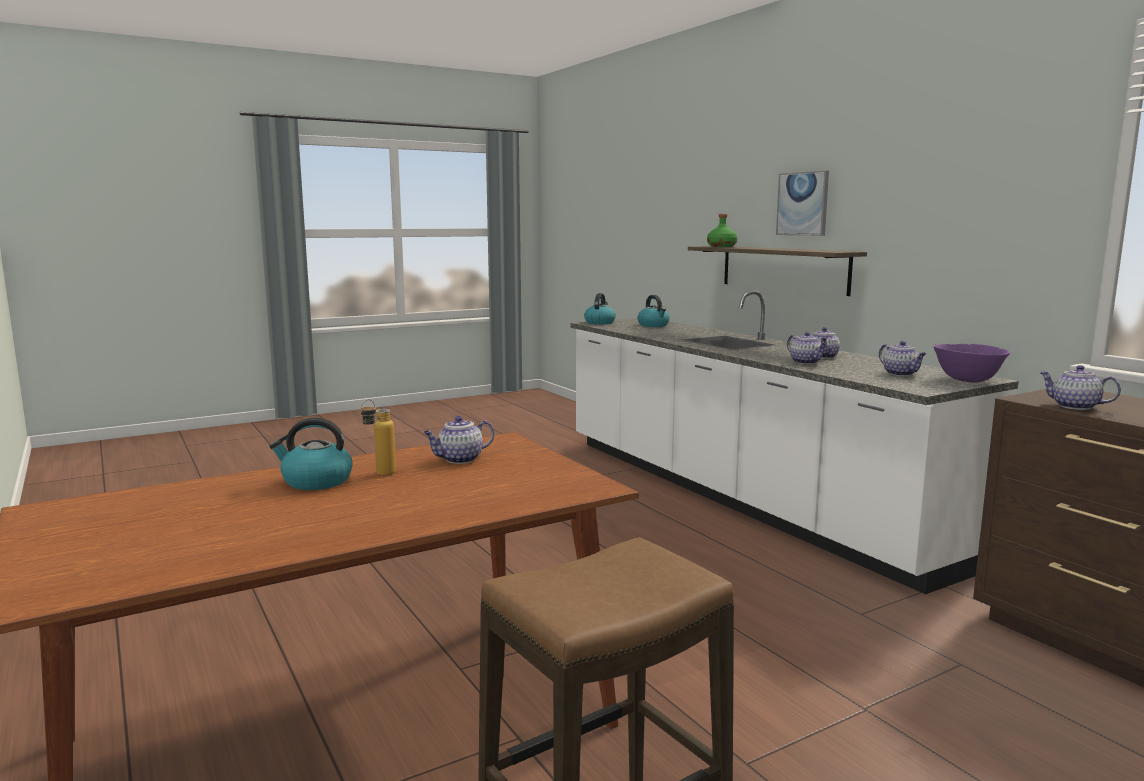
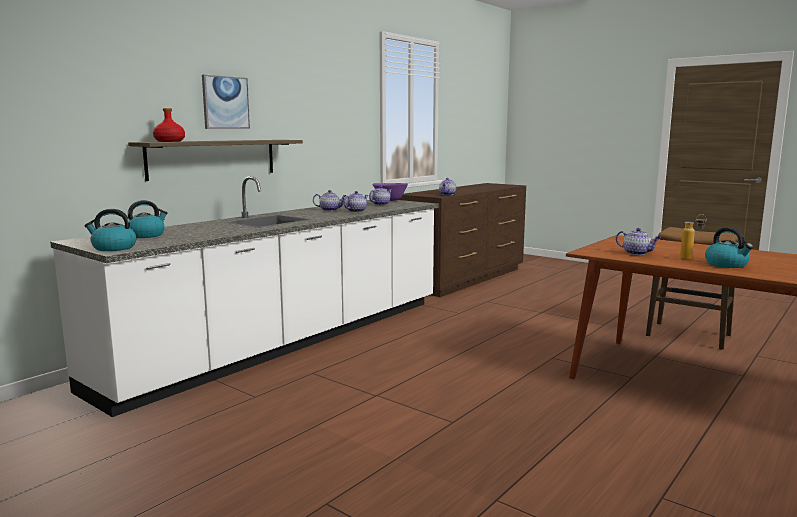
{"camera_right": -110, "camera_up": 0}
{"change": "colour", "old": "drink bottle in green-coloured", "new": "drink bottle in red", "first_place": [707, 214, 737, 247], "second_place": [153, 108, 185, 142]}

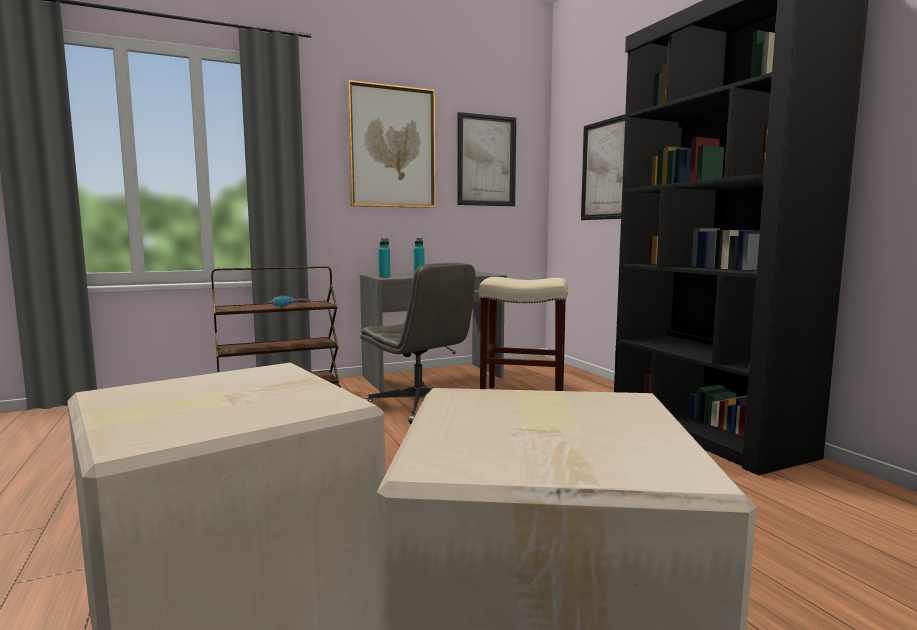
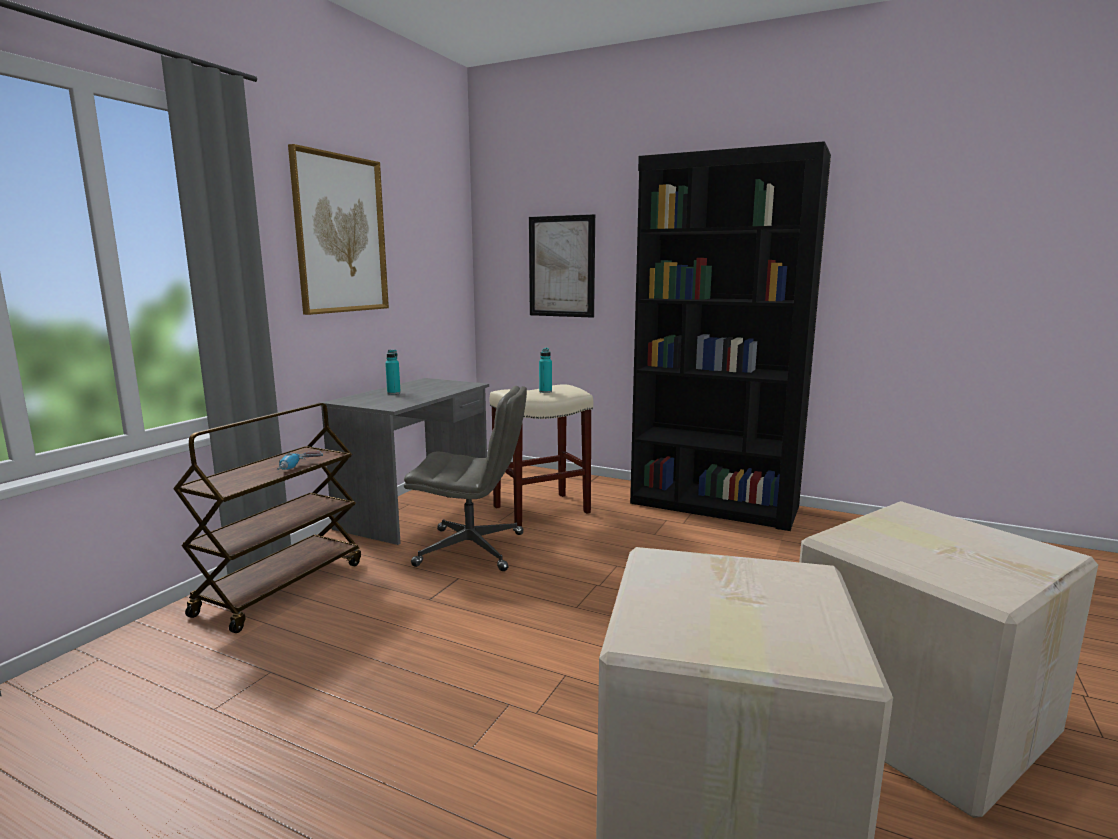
{"camera_right": -40, "camera_up": 5}
{"change": "missing", "old": "wall picture", "first_place": [457, 112, 516, 206]}
{"change": "relocated", "old": "drink bottle in blue-green", "first_place": [378, 238, 390, 277], "second_place": [539, 348, 552, 393]}

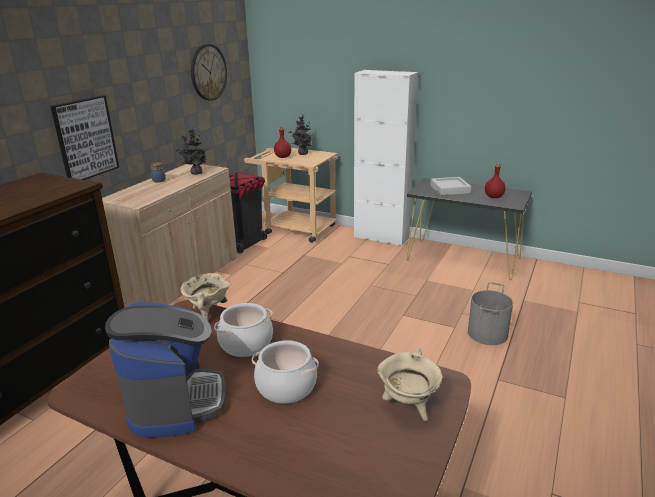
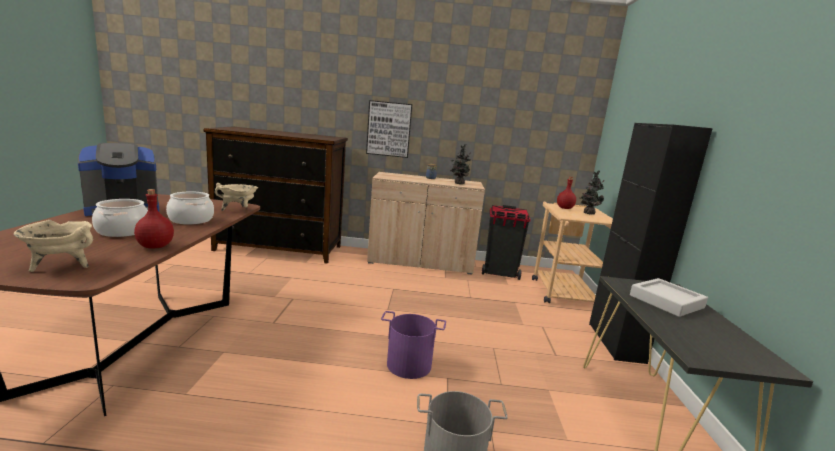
{"camera_right": 65, "camera_up": -10}
{"change": "missing", "old": "clock on the wall", "first_place": [191, 44, 227, 101]}
{"change": "appeared", "new": "water bucket in purplish", "second_place": [381, 311, 446, 379]}
{"change": "relocated", "old": "drink bottle in red", "first_place": [485, 163, 506, 198], "second_place": [134, 189, 174, 248]}
{"change": "colour", "old": "storage cabinet in whitish", "new": "storage cabinet in black", "first_place": [354, 70, 418, 246], "second_place": [589, 123, 713, 364]}

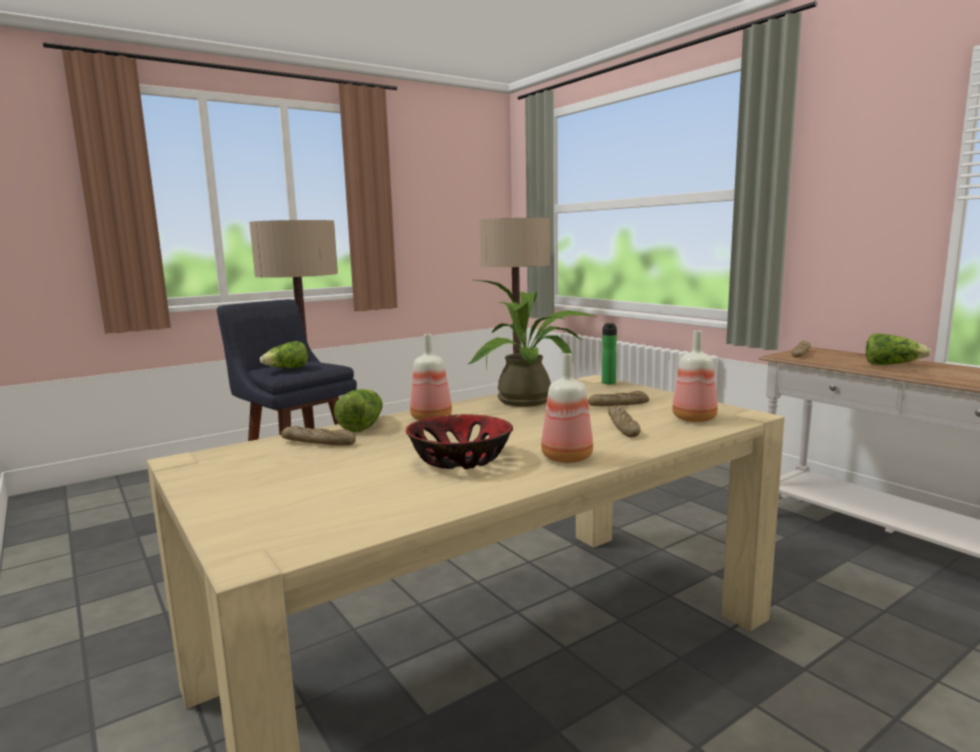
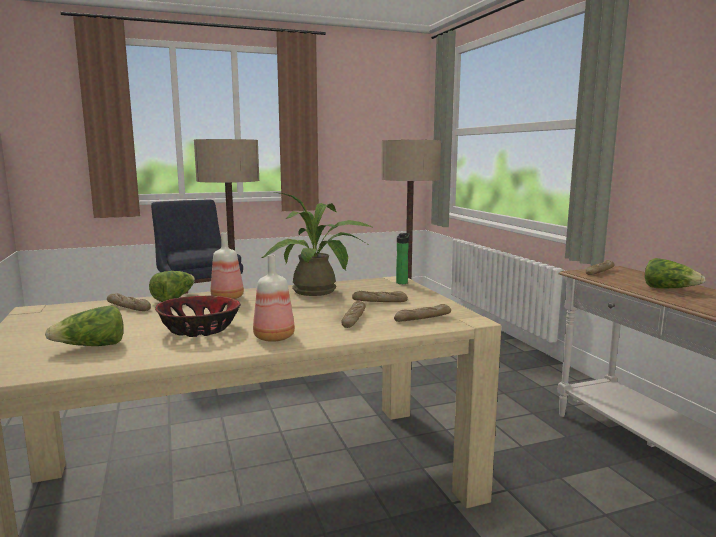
{"camera_right": 15, "camera_up": 0}
{"change": "relocated", "old": "lettuce head", "first_place": [260, 341, 308, 368], "second_place": [45, 306, 123, 346]}
{"change": "exchanged", "old": "drink bottle", "new": "bread", "first_place": [672, 331, 718, 422], "second_place": [394, 304, 451, 322]}

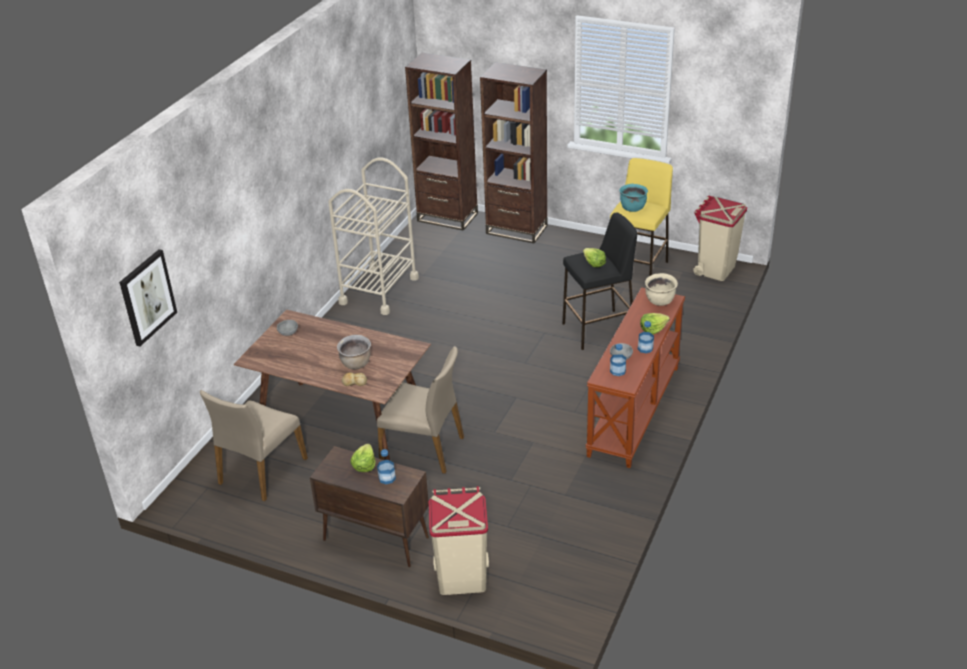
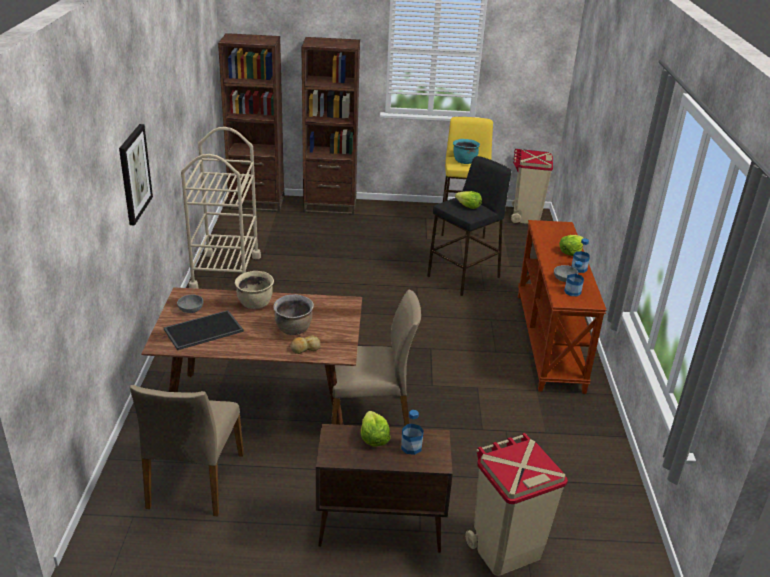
{"camera_right": -25, "camera_up": -5}
{"change": "appeared", "new": "serving tray", "second_place": [164, 310, 244, 350]}
{"change": "relocated", "old": "wall picture", "first_place": [119, 249, 177, 347], "second_place": [119, 124, 153, 225]}
{"change": "relocated", "old": "cooking pot in beige-coloured", "first_place": [645, 273, 678, 306], "second_place": [235, 271, 274, 309]}

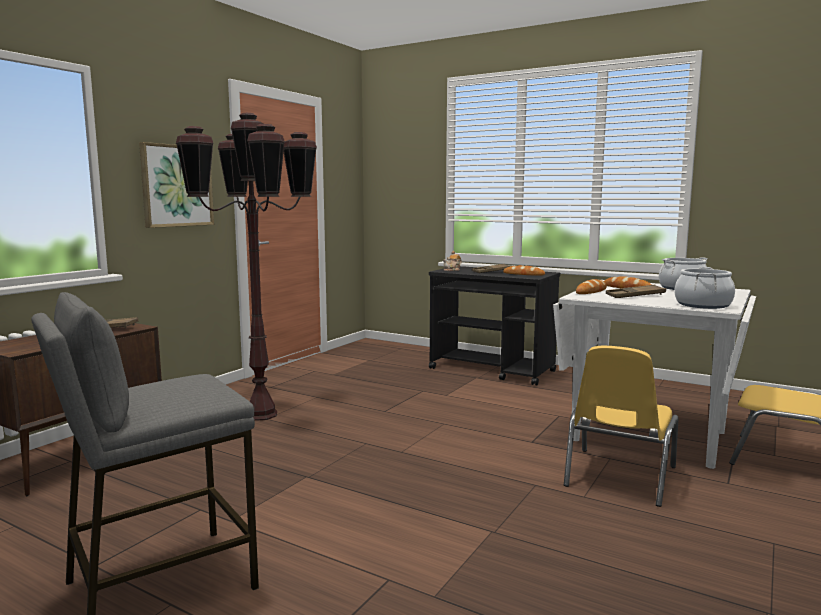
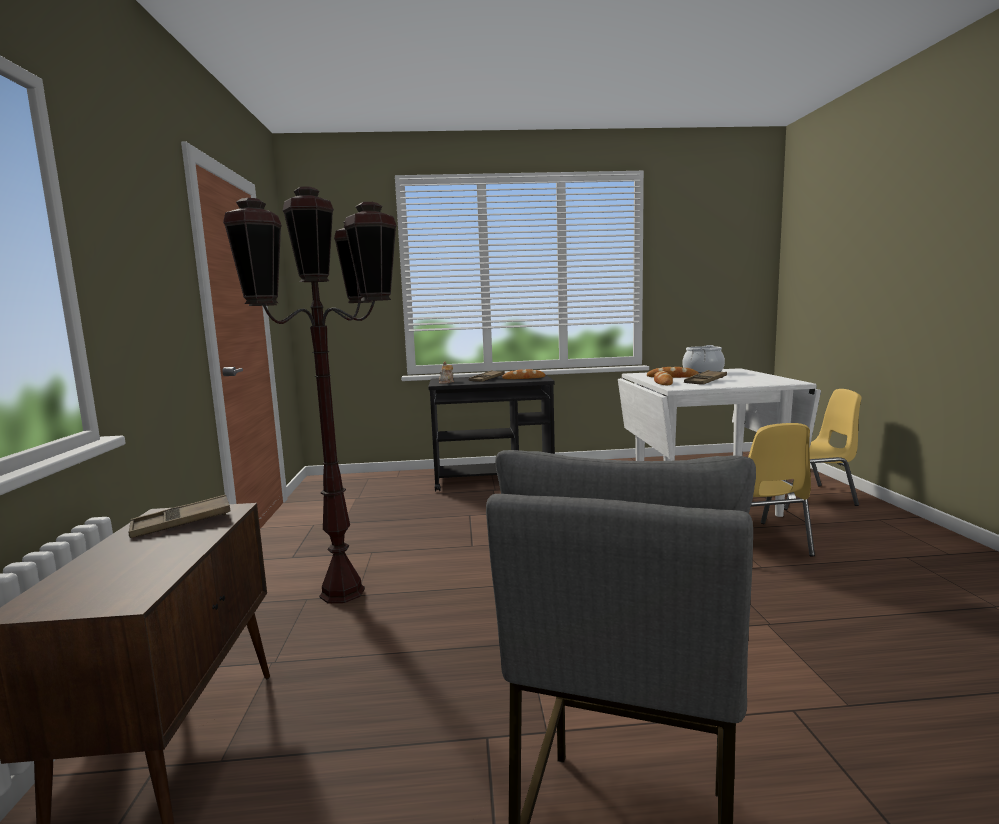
{"camera_right": -35, "camera_up": 0}
{"change": "missing", "old": "wall picture", "first_place": [139, 142, 214, 228]}
{"change": "missing", "old": "cooking pot", "first_place": [674, 267, 735, 309]}

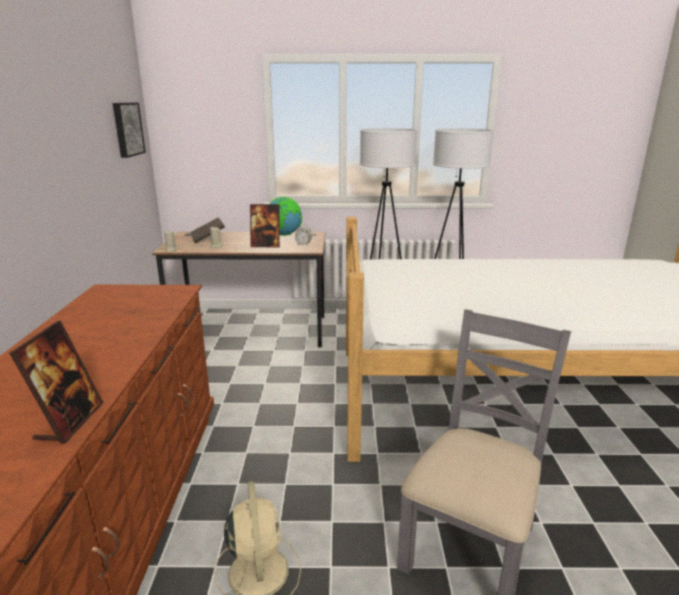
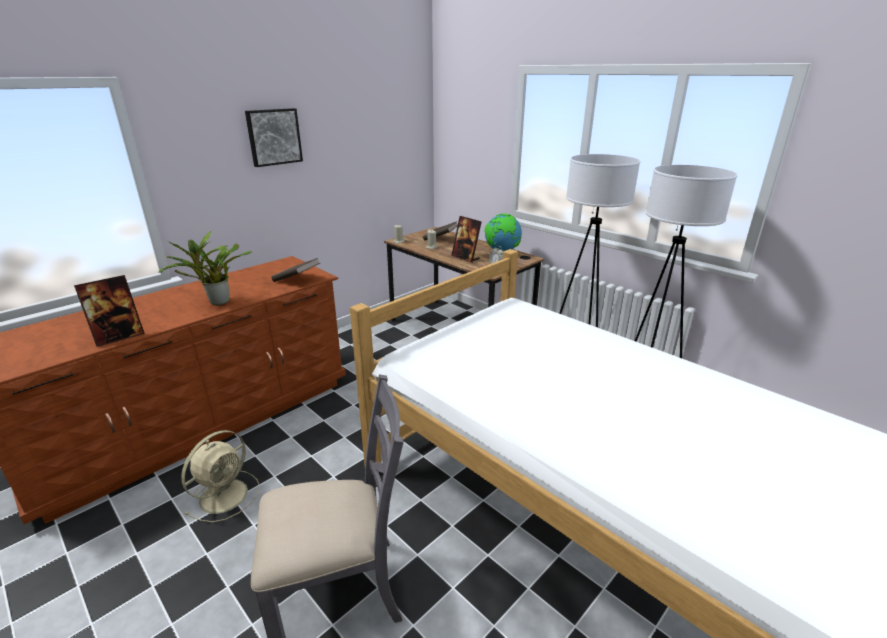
{"camera_right": 45, "camera_up": 5}
{"change": "appeared", "new": "plant in a pot", "second_place": [159, 231, 252, 305]}
{"change": "appeared", "new": "bound book in brownish", "second_place": [271, 258, 320, 282]}
{"change": "relocated", "old": "wall picture", "first_place": [113, 103, 146, 158], "second_place": [245, 108, 303, 167]}

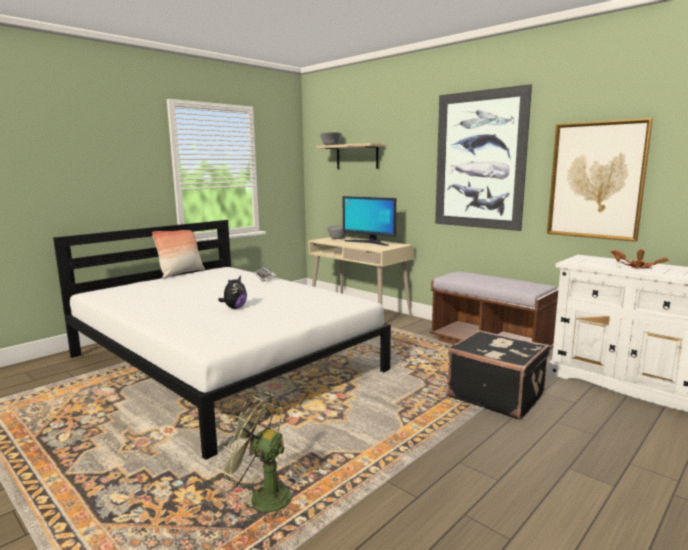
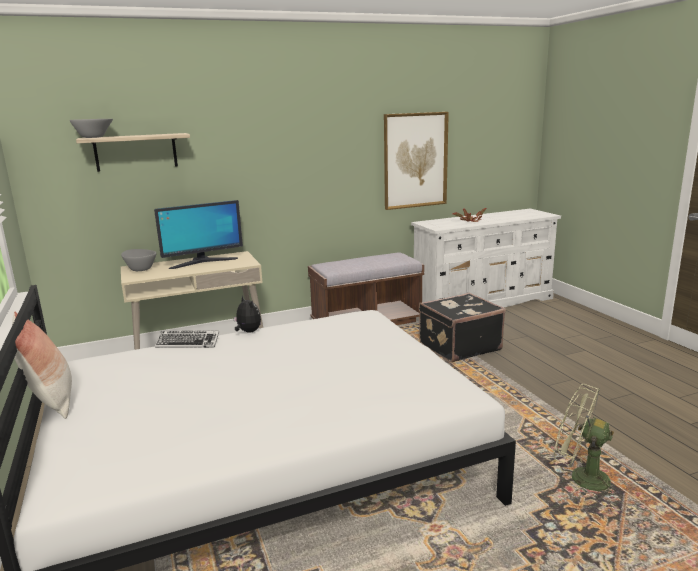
{"camera_right": -65, "camera_up": 5}
{"change": "missing", "old": "wall picture", "first_place": [435, 84, 532, 231]}
{"change": "relocated", "old": "plush toy", "first_place": [218, 276, 247, 309], "second_place": [233, 295, 261, 333]}
{"change": "spun", "old": "fan in green-coloured", "first_place": [216, 391, 296, 523], "second_place": [554, 384, 619, 499], "degrees": 75}

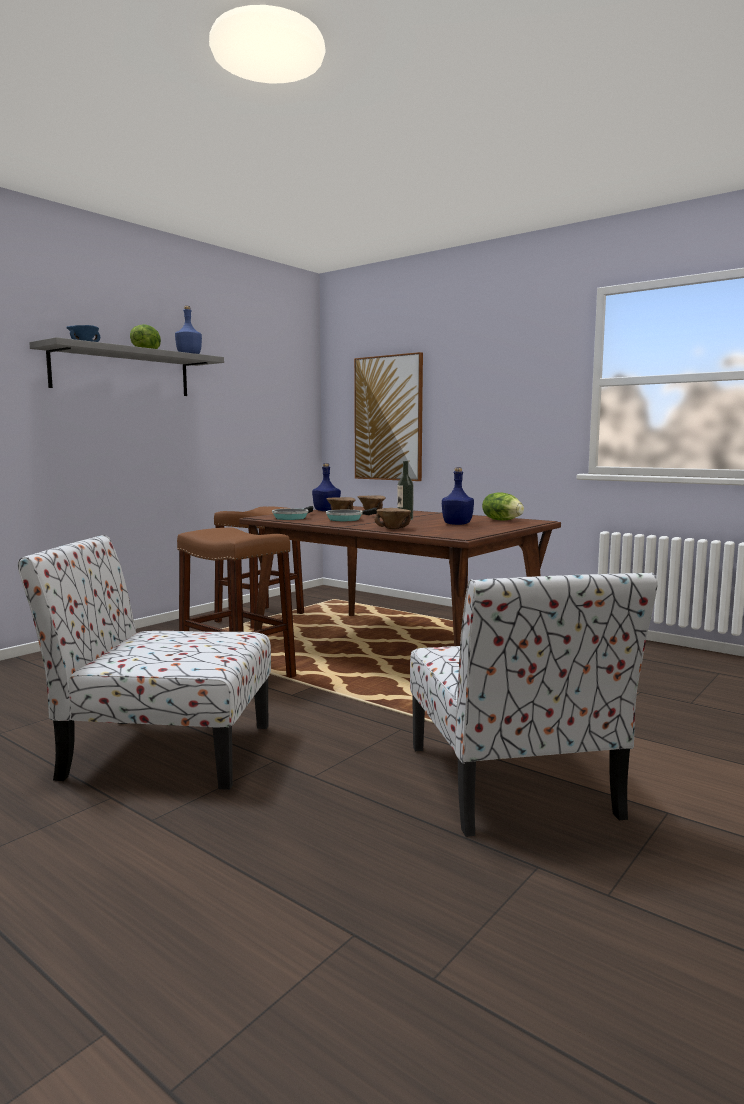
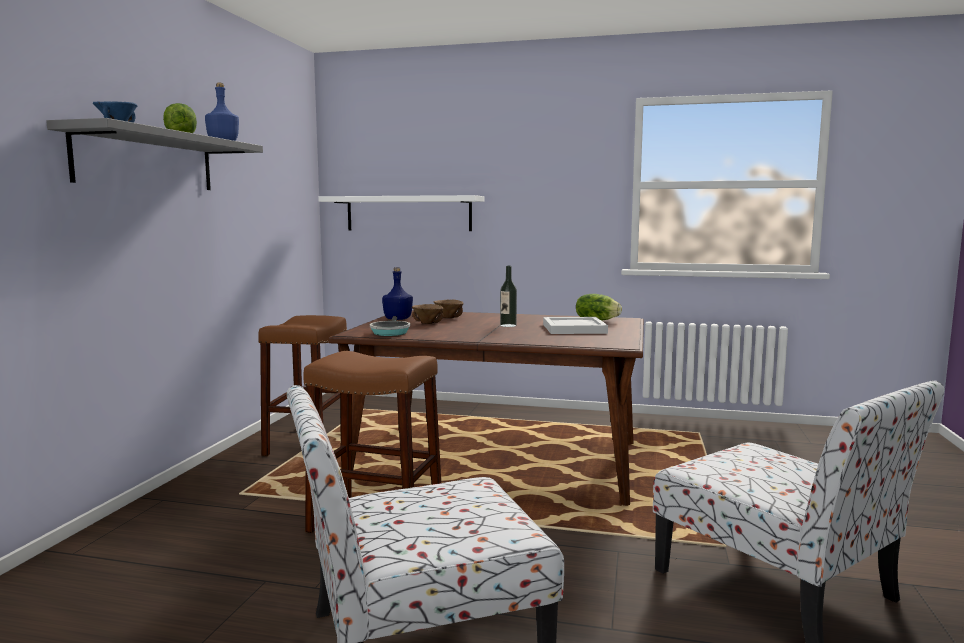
{"camera_right": -25, "camera_up": 0}
{"change": "missing", "old": "skillet", "first_place": [326, 508, 377, 521]}
{"change": "missing", "old": "bowl in brownish", "first_place": [374, 508, 411, 529]}
{"change": "exchanged", "old": "wall picture", "new": "wall shelf in whitish", "first_place": [354, 352, 423, 481], "second_place": [318, 195, 484, 231]}
{"change": "exchanged", "old": "drink bottle in blue", "new": "serving tray in whitish", "first_place": [442, 467, 474, 525], "second_place": [543, 317, 608, 334]}

